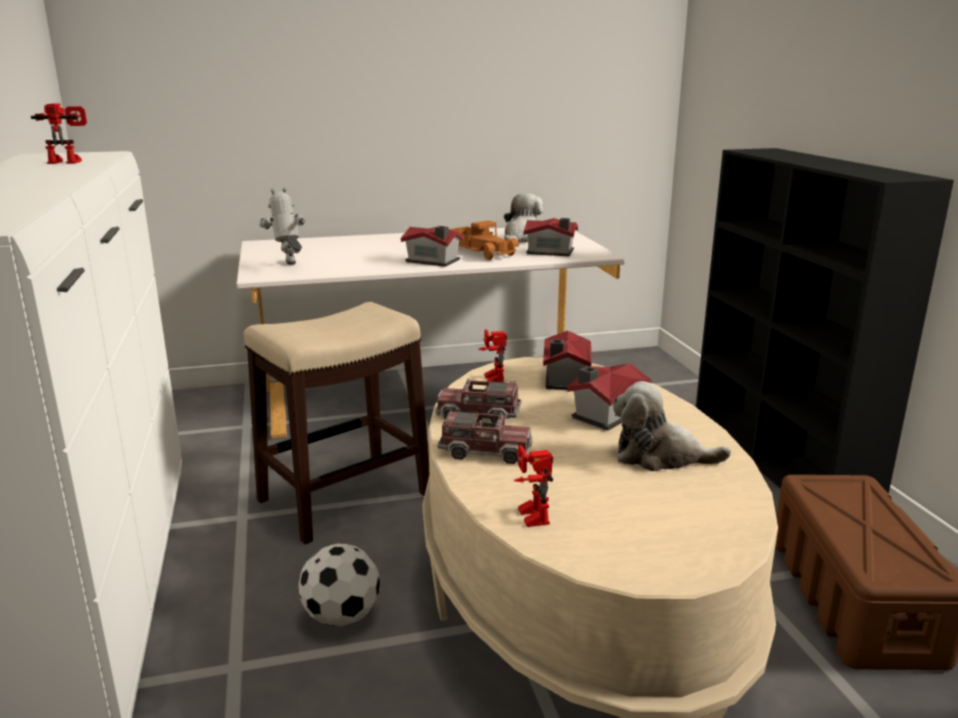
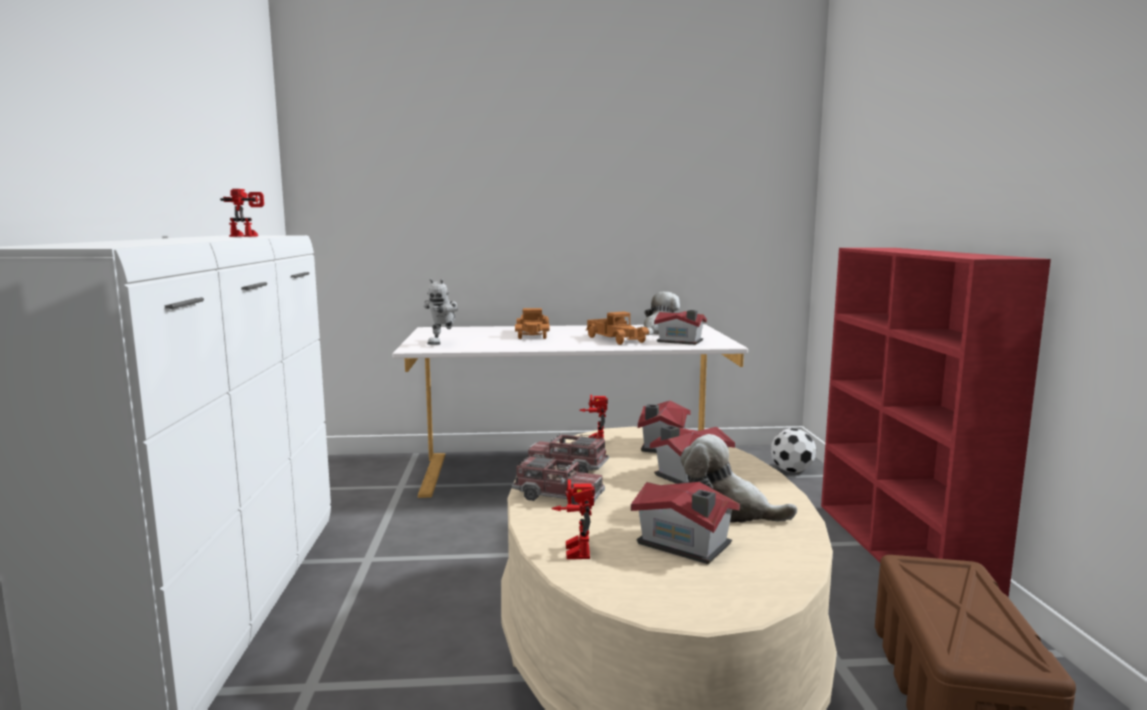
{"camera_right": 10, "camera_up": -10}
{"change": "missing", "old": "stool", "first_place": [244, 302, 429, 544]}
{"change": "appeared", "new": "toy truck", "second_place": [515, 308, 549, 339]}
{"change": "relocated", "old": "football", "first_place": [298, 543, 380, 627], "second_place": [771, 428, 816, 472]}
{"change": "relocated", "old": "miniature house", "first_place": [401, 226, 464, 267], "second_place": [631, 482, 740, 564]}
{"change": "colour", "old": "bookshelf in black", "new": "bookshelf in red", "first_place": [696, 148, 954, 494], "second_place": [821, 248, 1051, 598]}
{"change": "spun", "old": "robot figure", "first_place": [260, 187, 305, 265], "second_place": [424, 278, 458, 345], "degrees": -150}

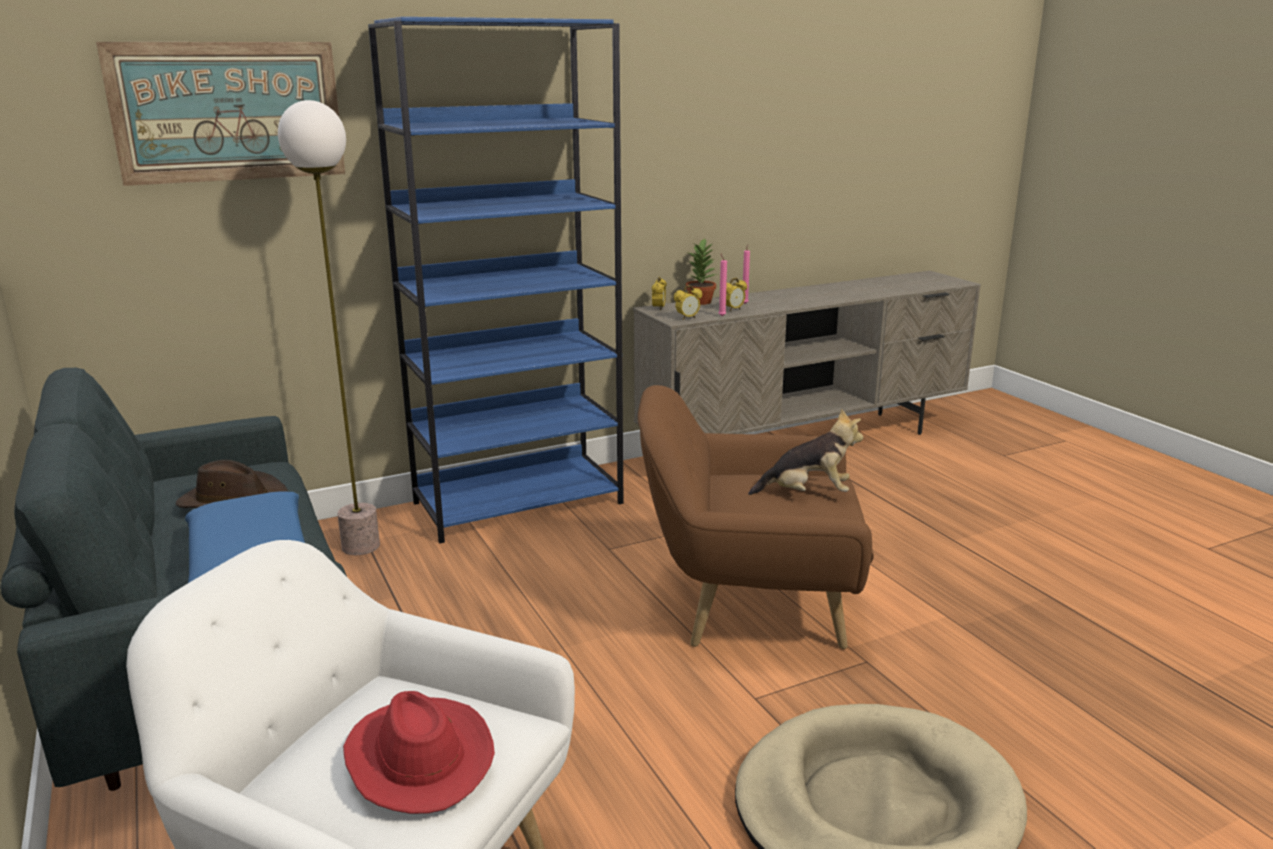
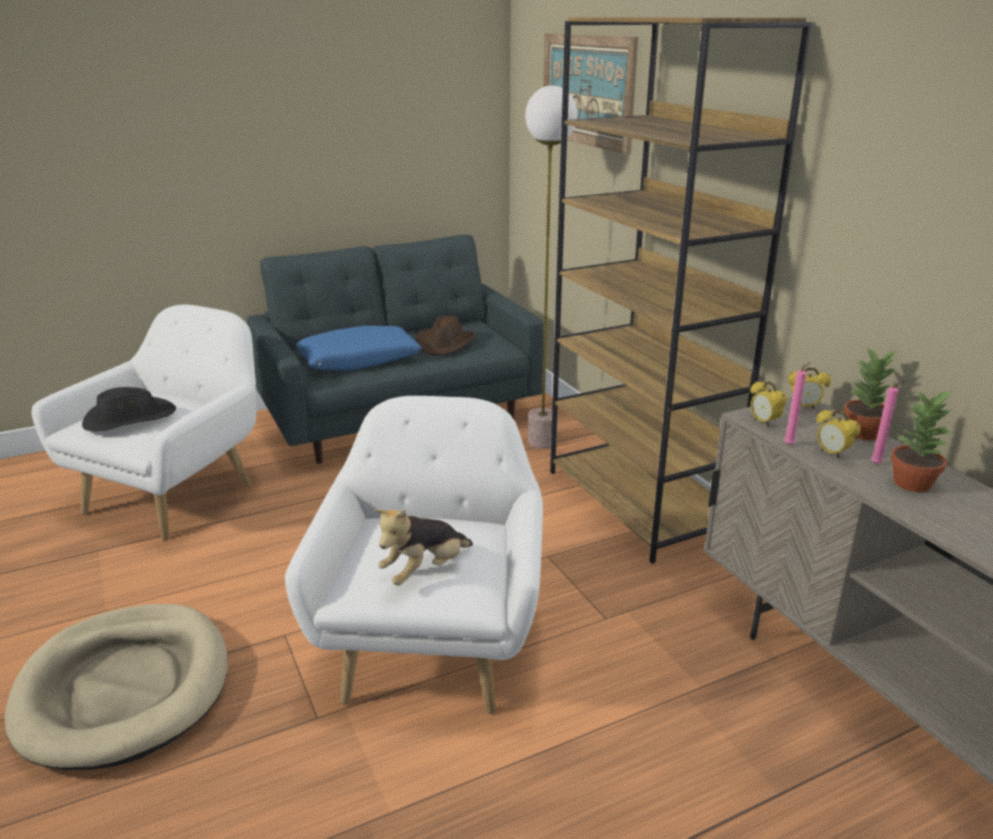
{"camera_right": 90, "camera_up": 5}
{"change": "appeared", "new": "plant in a pot", "second_place": [891, 390, 952, 492]}
{"change": "colour", "old": "hat in red", "new": "hat in black", "first_place": [343, 691, 495, 814], "second_place": [82, 387, 176, 431]}
{"change": "colour", "old": "bookshelf in blue", "new": "bookshelf in brownish", "first_place": [368, 17, 623, 543], "second_place": [550, 17, 812, 564]}
{"change": "colour", "old": "easy chair in brownish", "new": "easy chair in whitish", "first_place": [638, 385, 874, 649], "second_place": [285, 396, 543, 714]}
{"change": "spun", "old": "plush toy", "first_place": [748, 409, 863, 495], "second_place": [375, 509, 473, 585], "degrees": 45}

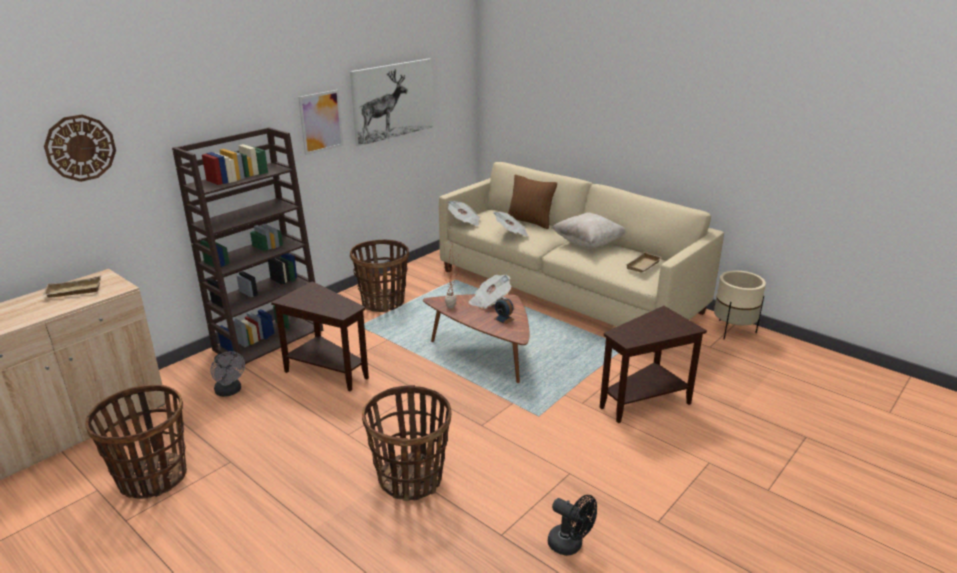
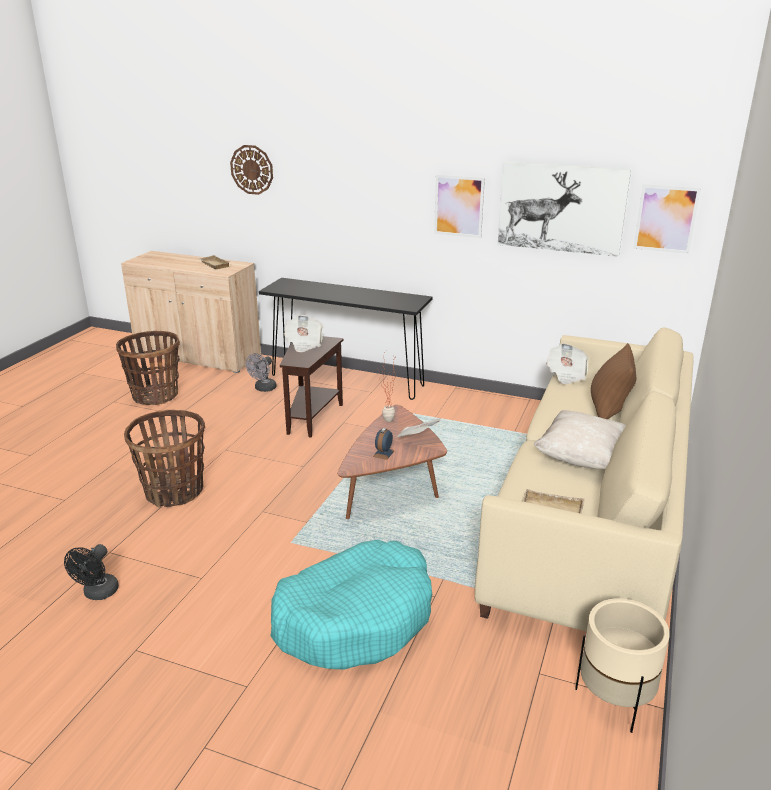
{"camera_right": 70, "camera_up": 0}
{"change": "missing", "old": "basket", "first_place": [350, 240, 409, 312]}
{"change": "appeared", "new": "wall picture", "second_place": [633, 184, 701, 254]}
{"change": "relocated", "old": "newspaper", "first_place": [493, 212, 528, 237], "second_place": [284, 315, 323, 352]}
{"change": "exchanged", "old": "bookshelf in brownish", "new": "hall table in black", "first_place": [172, 127, 323, 369], "second_place": [259, 278, 433, 400]}
{"change": "exchanged", "old": "end table in brownish", "new": "dog bed in blue-green", "first_place": [600, 306, 707, 423], "second_place": [270, 539, 432, 669]}

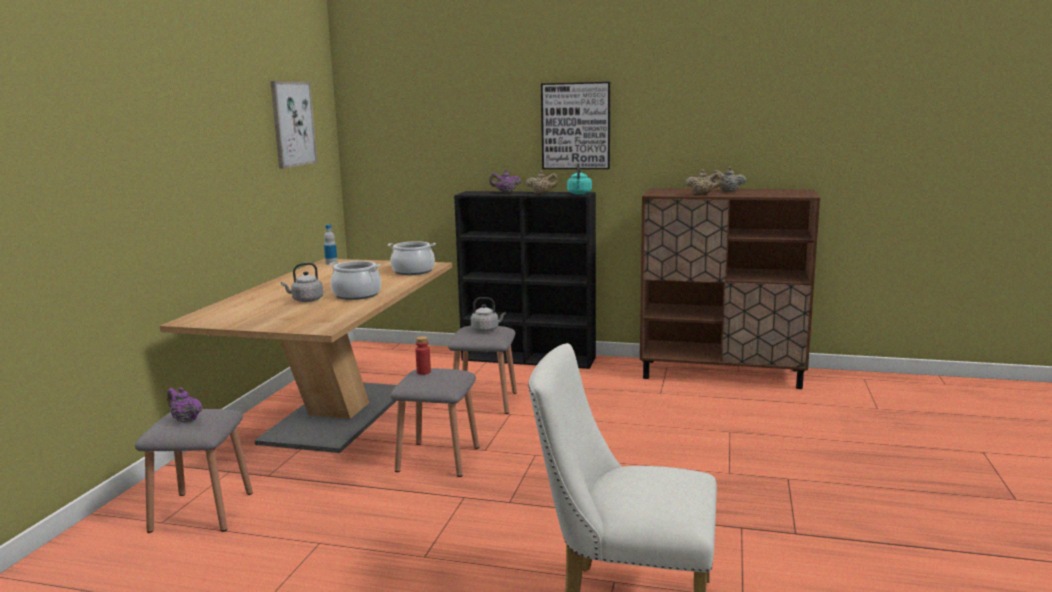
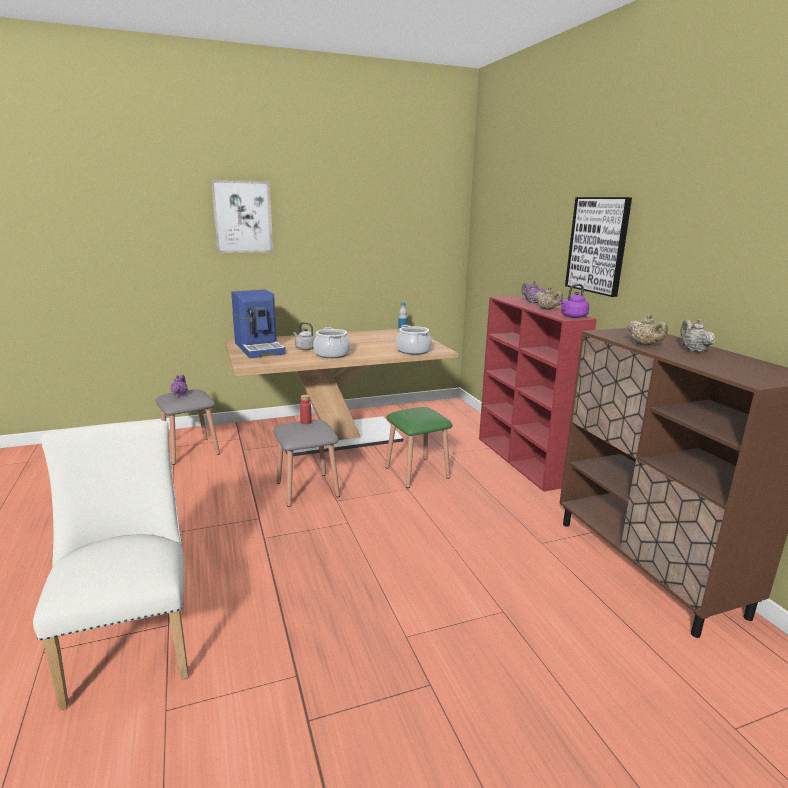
{"camera_right": 55, "camera_up": 5}
{"change": "missing", "old": "tea kettle in gray", "first_place": [471, 297, 506, 332]}
{"change": "appeared", "new": "coffee maker", "second_place": [231, 290, 286, 358]}
{"change": "relocated", "old": "wall picture", "first_place": [270, 81, 317, 169], "second_place": [211, 180, 273, 253]}
{"change": "colour", "old": "stool in gray", "new": "stool in green-coloured", "first_place": [448, 326, 517, 414], "second_place": [385, 407, 452, 488]}
{"change": "colour", "old": "bookshelf in black", "new": "bookshelf in red", "first_place": [454, 191, 596, 369], "second_place": [479, 296, 597, 492]}
{"change": "colour", "old": "tea kettle in blue-green", "new": "tea kettle in purplish", "first_place": [567, 162, 592, 194], "second_place": [559, 284, 589, 318]}

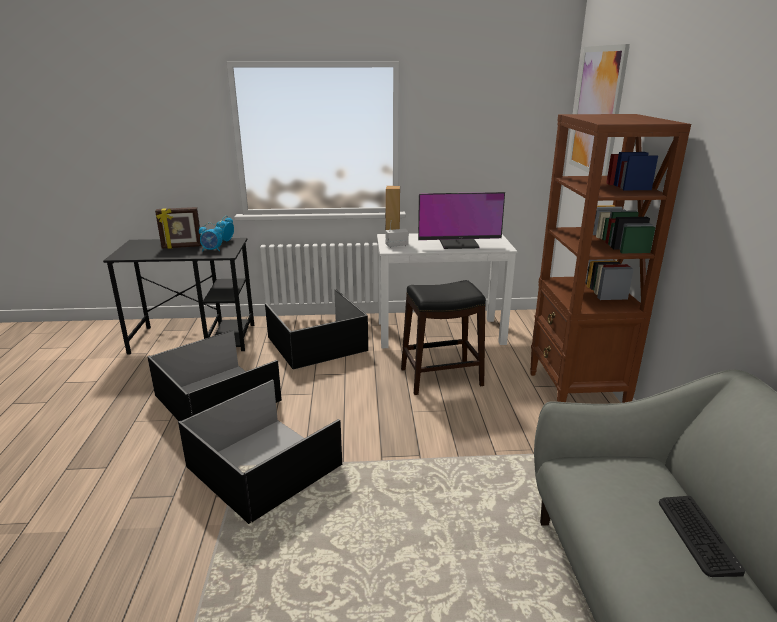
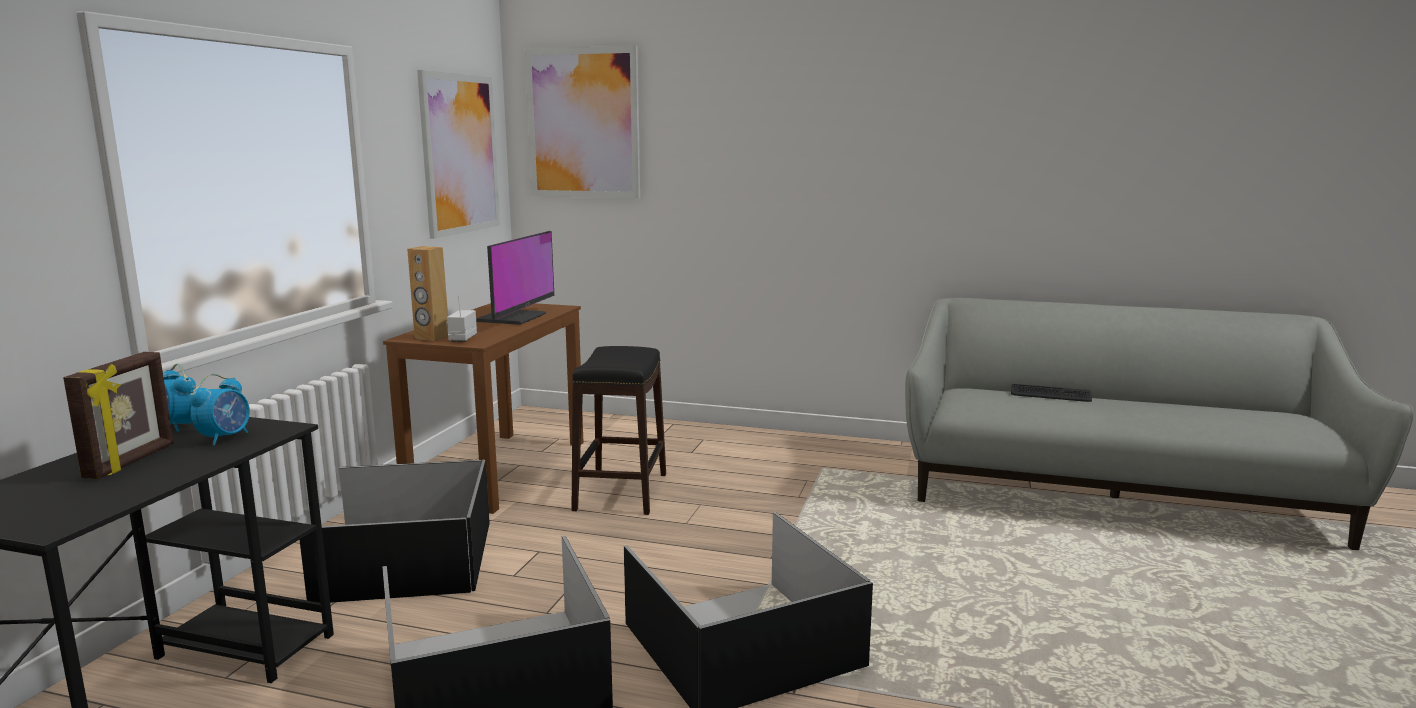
{"camera_right": -70, "camera_up": -10}
{"change": "missing", "old": "bookshelf in brownish", "first_place": [530, 114, 691, 403]}
{"change": "appeared", "new": "wall picture", "second_place": [417, 70, 500, 239]}
{"change": "colour", "old": "desk unit in whitish", "new": "desk unit in brownish", "first_place": [377, 233, 517, 348], "second_place": [383, 303, 584, 514]}

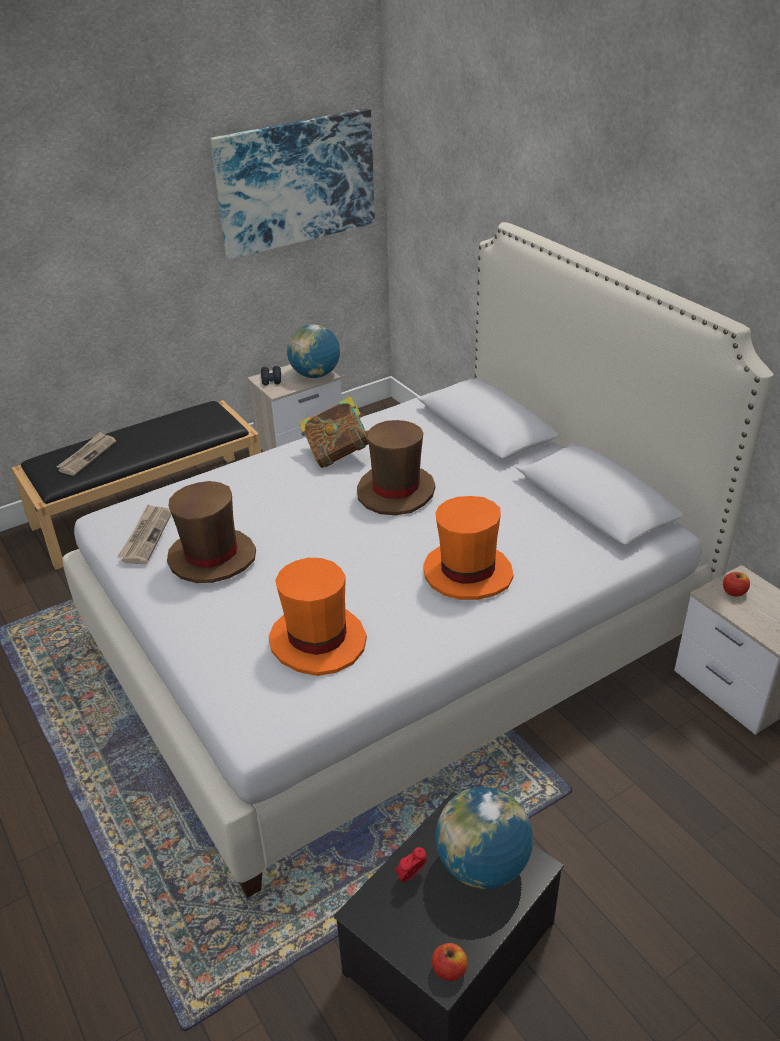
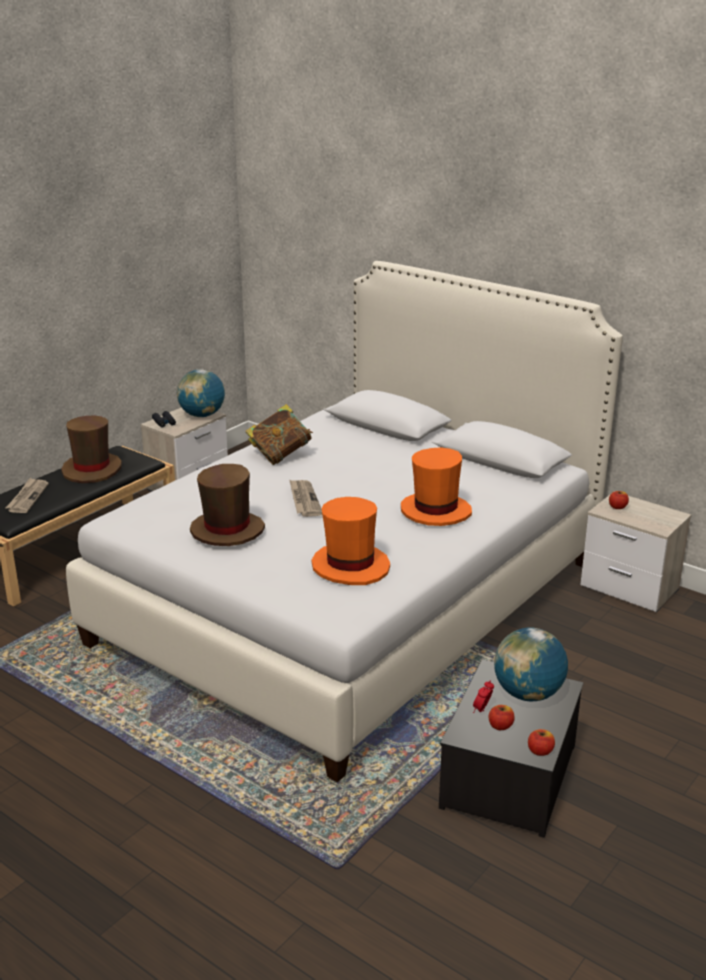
{"camera_right": -20, "camera_up": -10}
{"change": "missing", "old": "wall picture", "first_place": [210, 108, 375, 259]}
{"change": "appeared", "new": "whole apple", "second_place": [489, 705, 515, 730]}
{"change": "relocated", "old": "newspaper", "first_place": [118, 504, 172, 564], "second_place": [289, 479, 322, 517]}
{"change": "relocated", "old": "hat in brownish", "first_place": [357, 420, 435, 515], "second_place": [61, 416, 122, 483]}

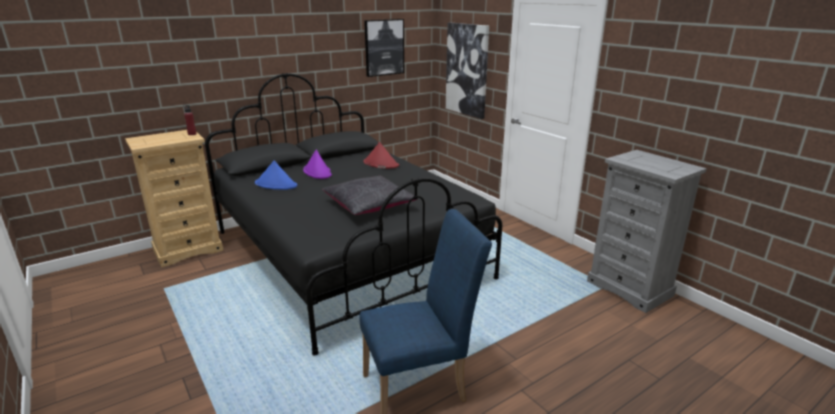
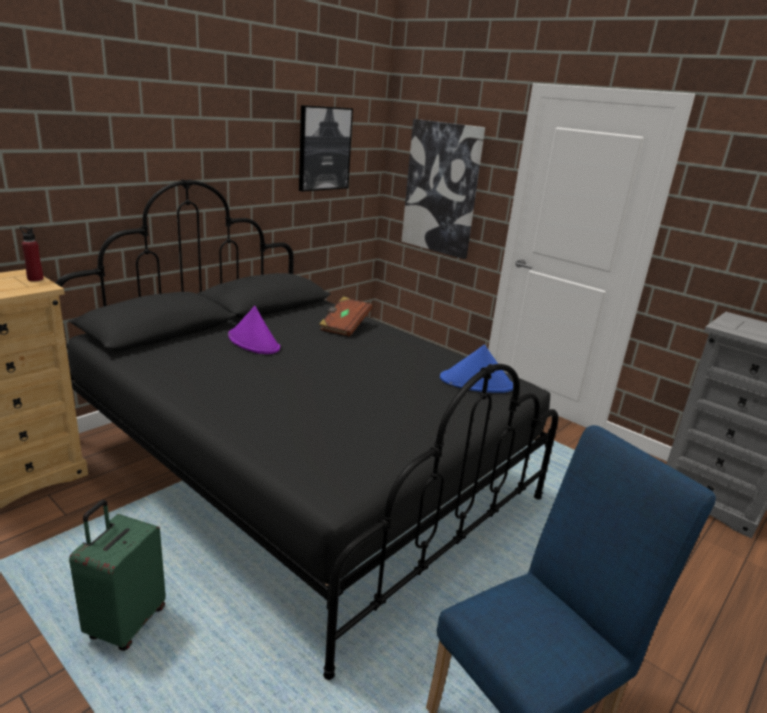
{"camera_right": -15, "camera_up": 0}
{"change": "missing", "old": "throw pillow in black", "first_place": [322, 176, 417, 215]}
{"change": "appeared", "new": "suitcase in green-coloured", "second_place": [69, 500, 166, 651]}
{"change": "relocated", "old": "hat in blue", "first_place": [255, 160, 297, 190], "second_place": [440, 345, 513, 393]}
{"change": "exchanged", "old": "hat in red", "new": "bound book in brownish", "first_place": [363, 142, 399, 169], "second_place": [319, 297, 372, 337]}

